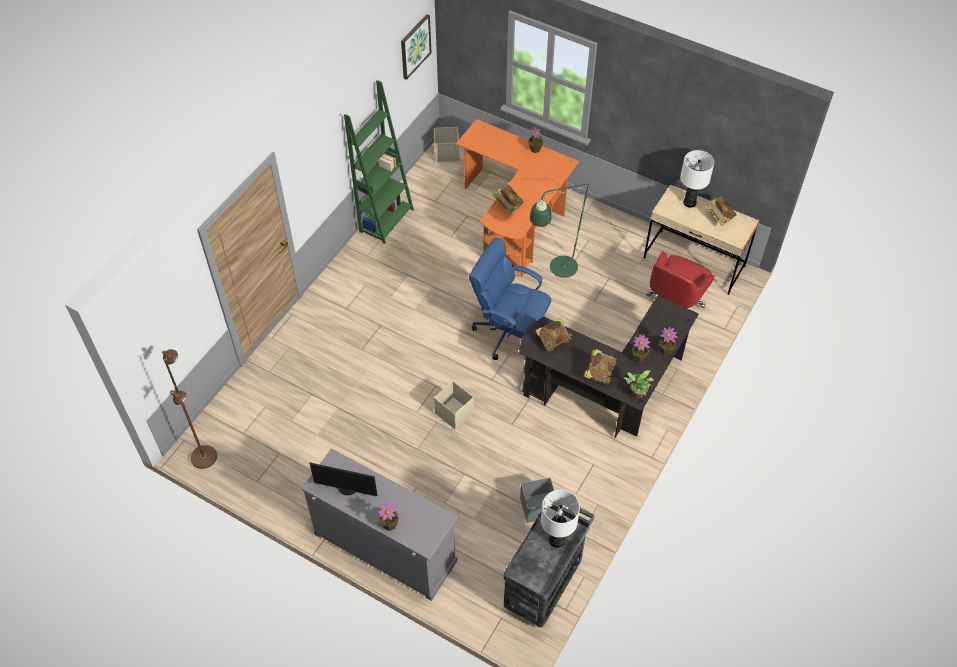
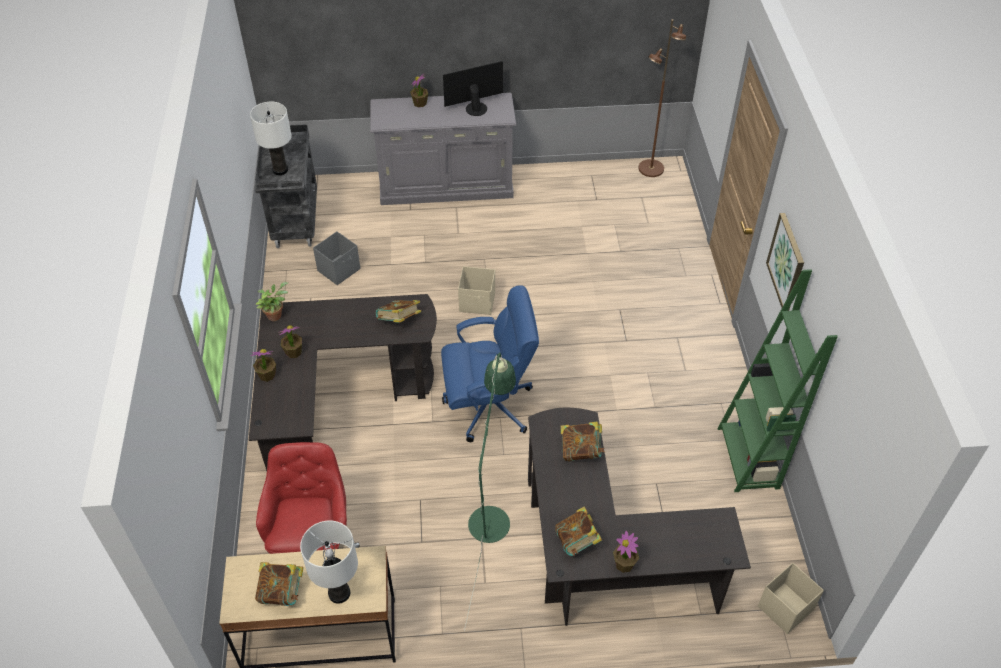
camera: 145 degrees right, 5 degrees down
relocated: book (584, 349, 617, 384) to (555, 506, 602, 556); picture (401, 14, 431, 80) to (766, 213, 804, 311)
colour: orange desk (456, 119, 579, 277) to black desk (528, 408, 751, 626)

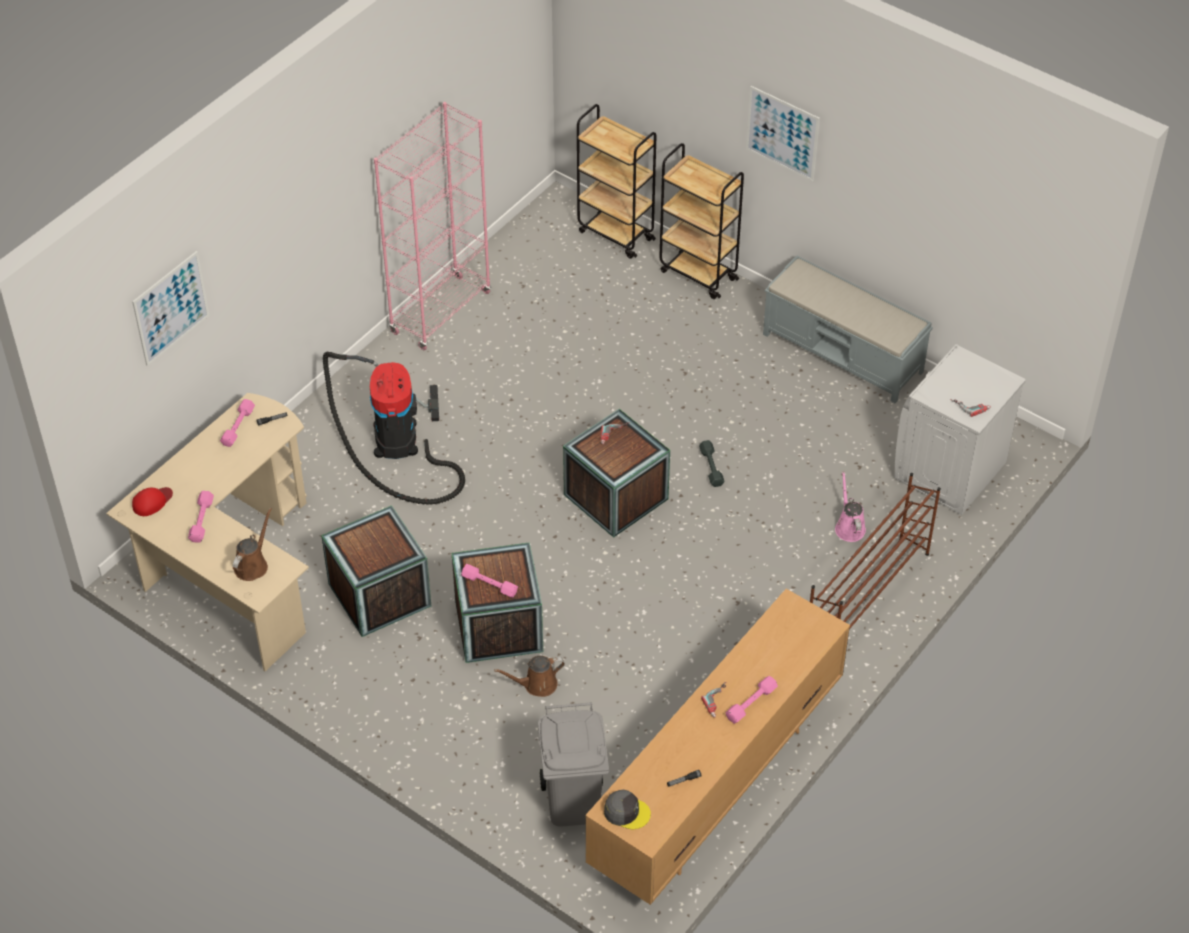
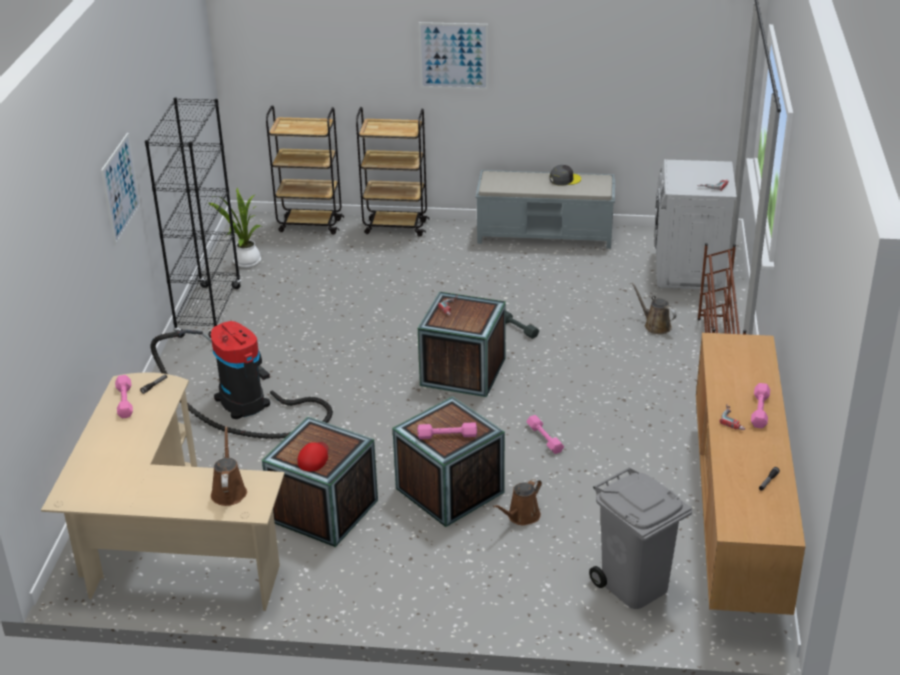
camera: 30 degrees left, 15 degrees down
appeared: potted plant (209, 188, 261, 268)
relocated: picture (132, 251, 210, 366) to (101, 133, 141, 245); red cap (132, 487, 173, 516) to (297, 442, 328, 471); pink dumbbell (188, 491, 214, 543) to (527, 415, 564, 454); grey cap (604, 790, 651, 829) to (550, 165, 581, 186)
colour: pink bookcase (374, 102, 491, 350) to black bookcase (145, 97, 241, 338); pink watering can (835, 472, 866, 542) to brown watering can (631, 282, 677, 334)

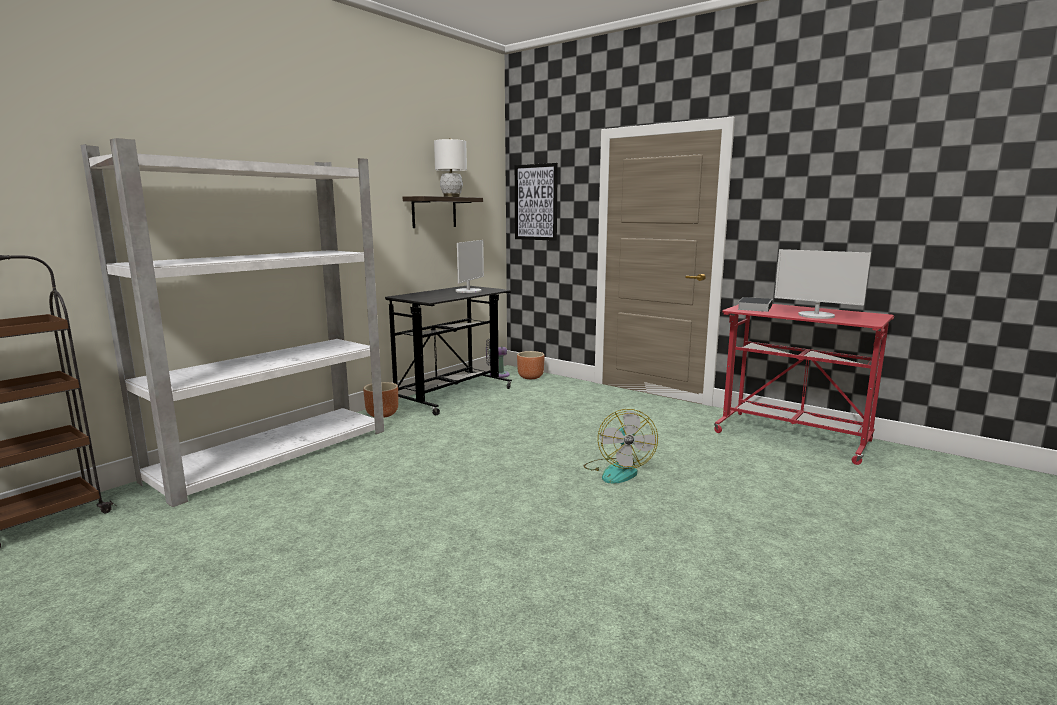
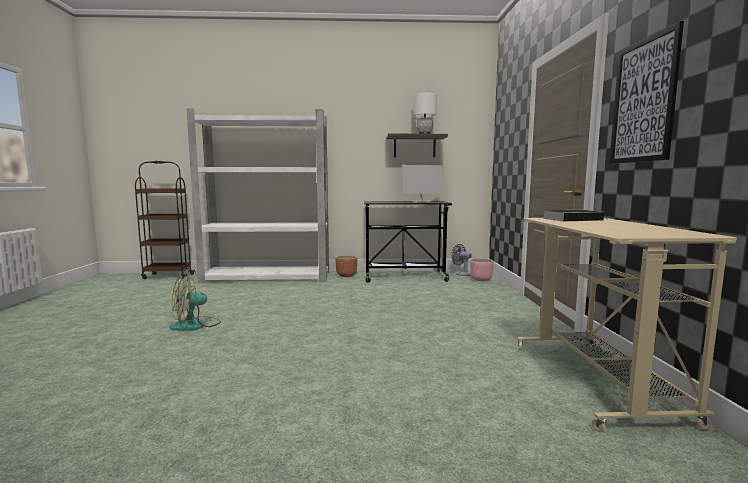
camera: 50 degrees right, 5 degrees down
missing: monitor (774, 249, 871, 319)
relocated: fan (584, 409, 658, 484) to (169, 275, 221, 331); picture (515, 163, 558, 241) to (609, 21, 684, 164)
colour: brown planter (517, 351, 544, 379) to pink planter (470, 258, 494, 281); red desk (714, 304, 894, 465) to beige desk (517, 218, 737, 432)

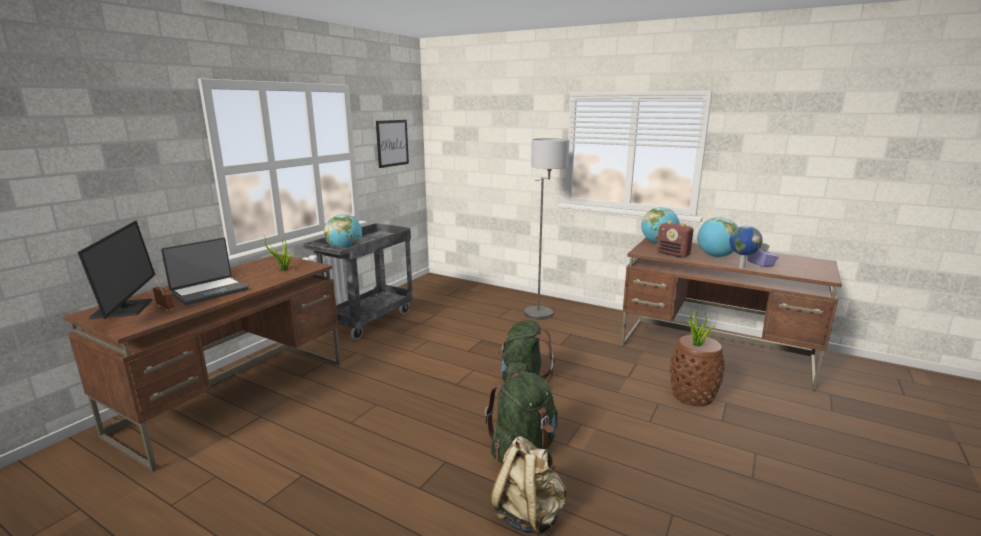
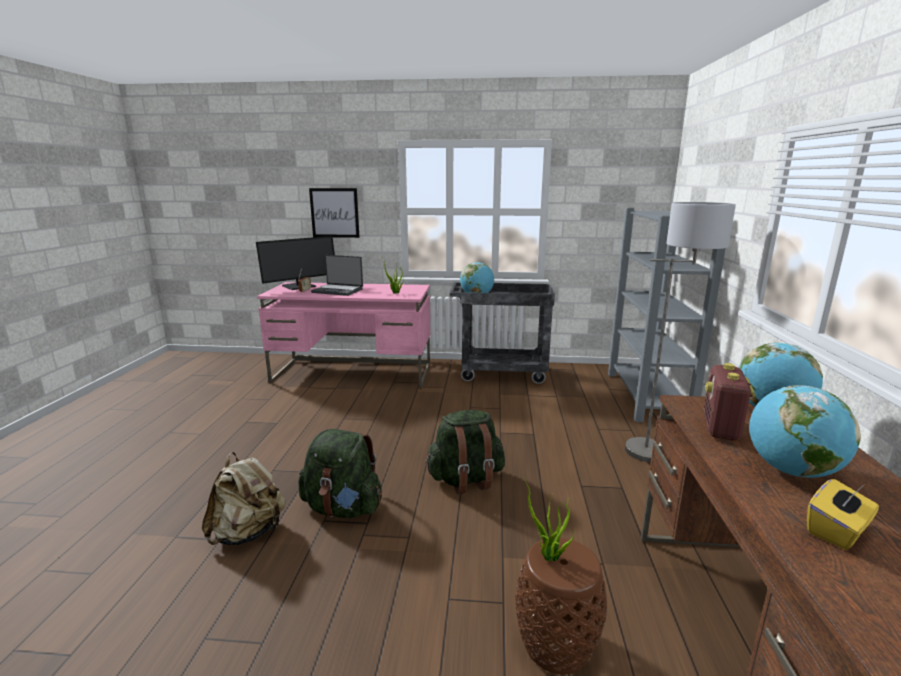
camera: 65 degrees right, 0 degrees up
missing: globe (729, 226, 763, 268)
appeared: grey bookcase (608, 207, 726, 423)
relocated: picture (376, 120, 409, 168) to (309, 188, 360, 238)
colour: brown desk (63, 254, 341, 472) to pink desk (257, 282, 430, 389); purple tissue box (747, 243, 779, 267) to yellow tissue box (807, 479, 879, 550)

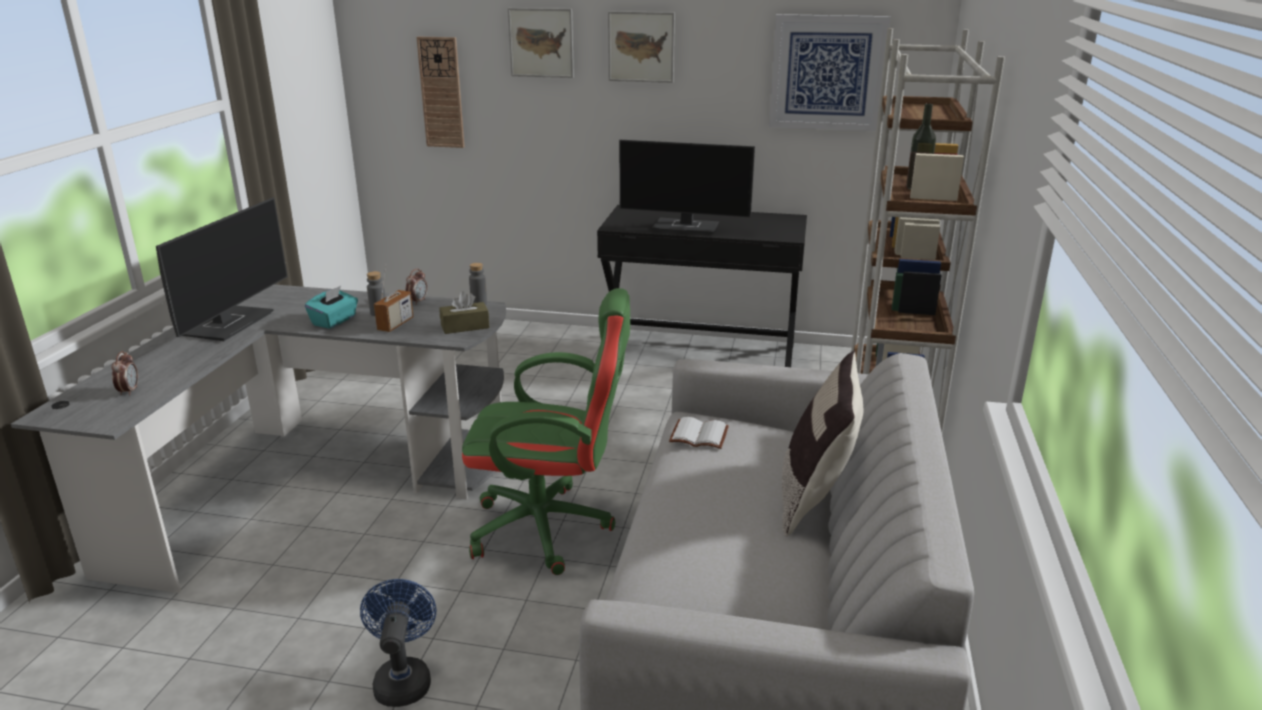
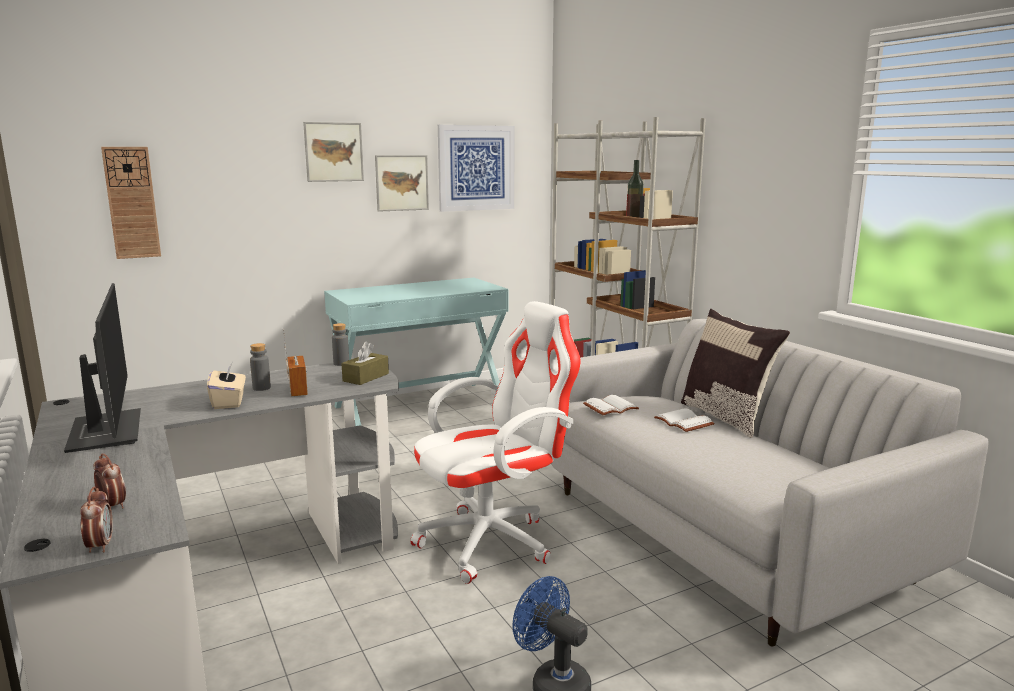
camera: 40 degrees left, 10 degrees down
missing: monitor (619, 140, 755, 235)
appeared: white book (654, 408, 715, 432)
relocated: alarm clock (405, 269, 427, 305) to (80, 486, 113, 553); picture (508, 8, 574, 78) to (375, 155, 429, 212)
colour: turquoise tissue box (305, 286, 358, 329) to beige tissue box (207, 363, 246, 409); black desk (597, 205, 807, 367) to turquoise desk (324, 278, 509, 426); green office chair (462, 288, 630, 575) to white office chair (410, 301, 581, 584)

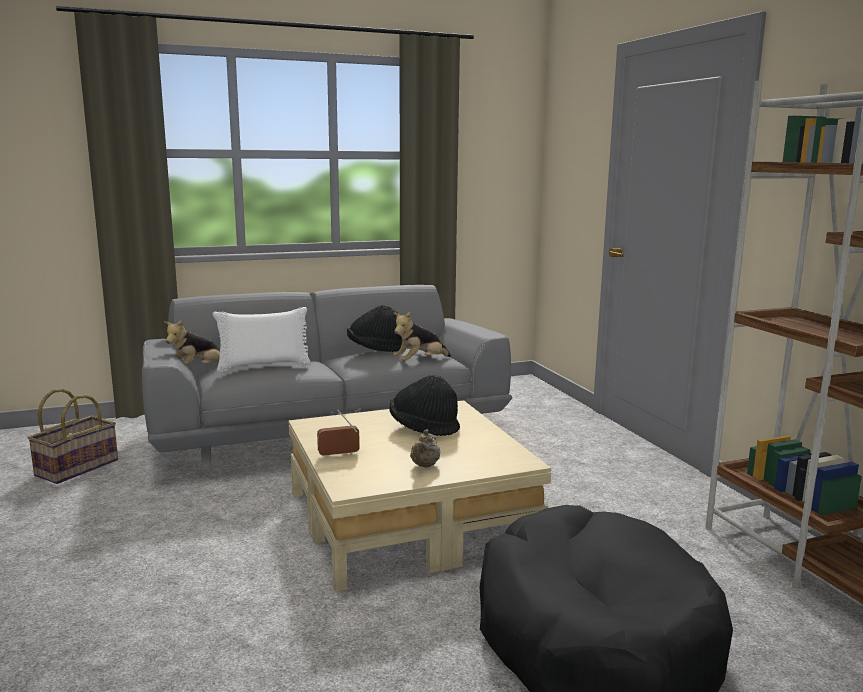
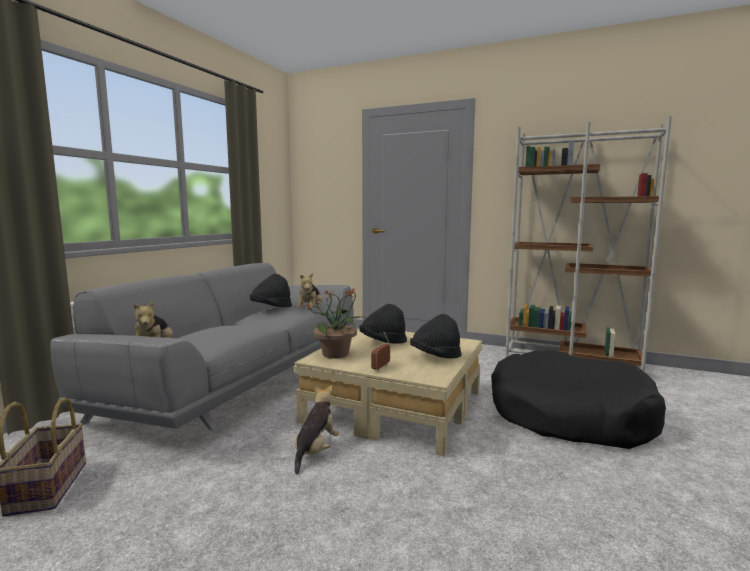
camera: 45 degrees left, 5 degrees down
missing: white pillow (213, 307, 311, 372)
appeared: plush toy (295, 385, 339, 474); potted plant (307, 287, 365, 359)
exchanged: beige teapot (410, 429, 440, 468) to black hat (410, 314, 462, 358)

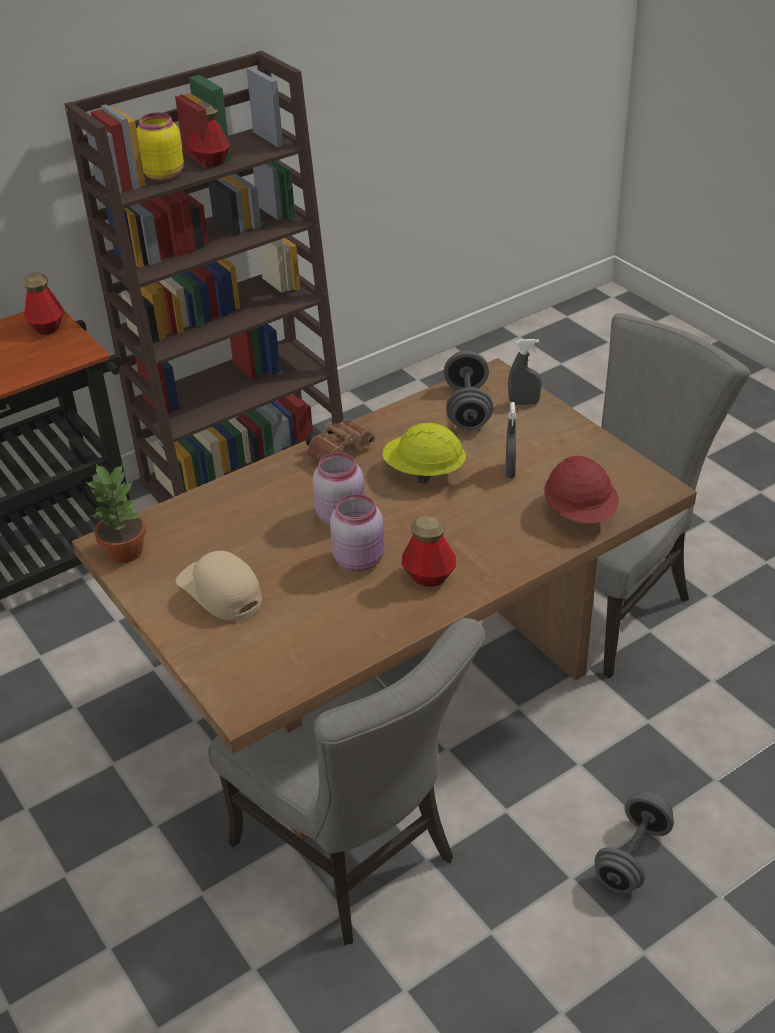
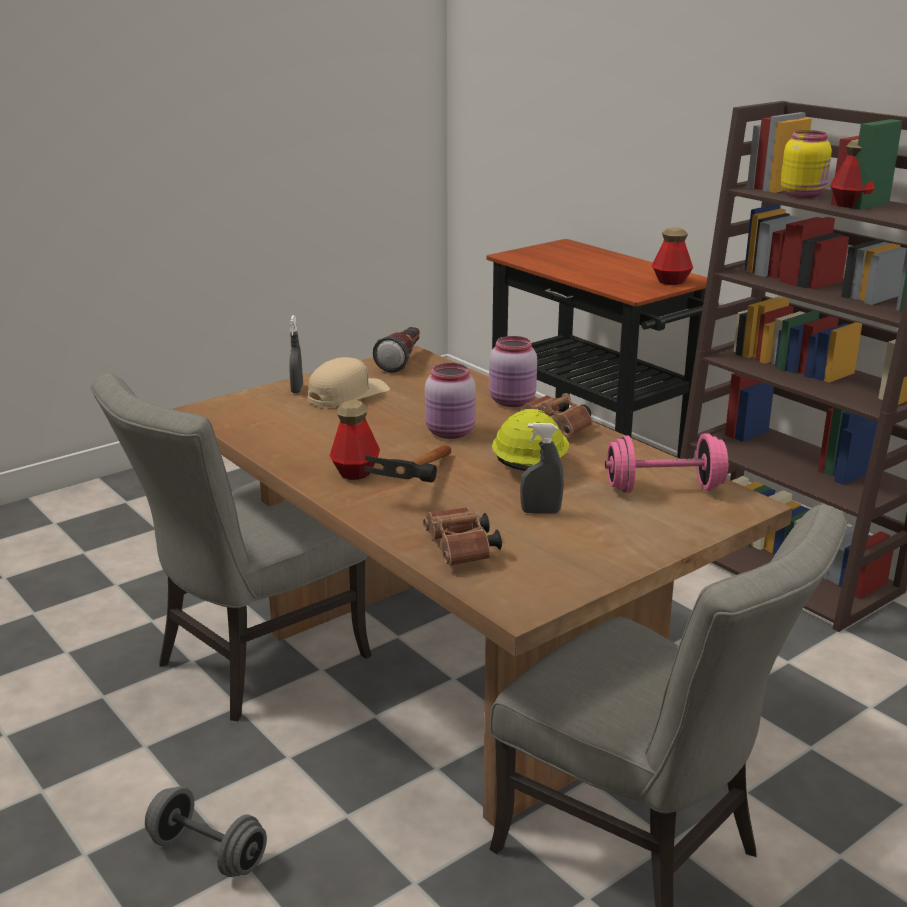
camera: 85 degrees right, 15 degrees down
appeared: hammer (364, 445, 451, 482)
relocated: grey spray bottle (508, 339, 542, 405) to (289, 315, 303, 393); pink jar (330, 494, 385, 572) to (489, 336, 537, 407)
exchanged: potted plant (85, 464, 146, 563) to flashlight (373, 327, 420, 373); red hard hat (544, 456, 619, 523) to brown binoculars (423, 507, 502, 566)
colour: grey dumbbell (444, 350, 493, 430) to pink dumbbell (605, 433, 728, 493)

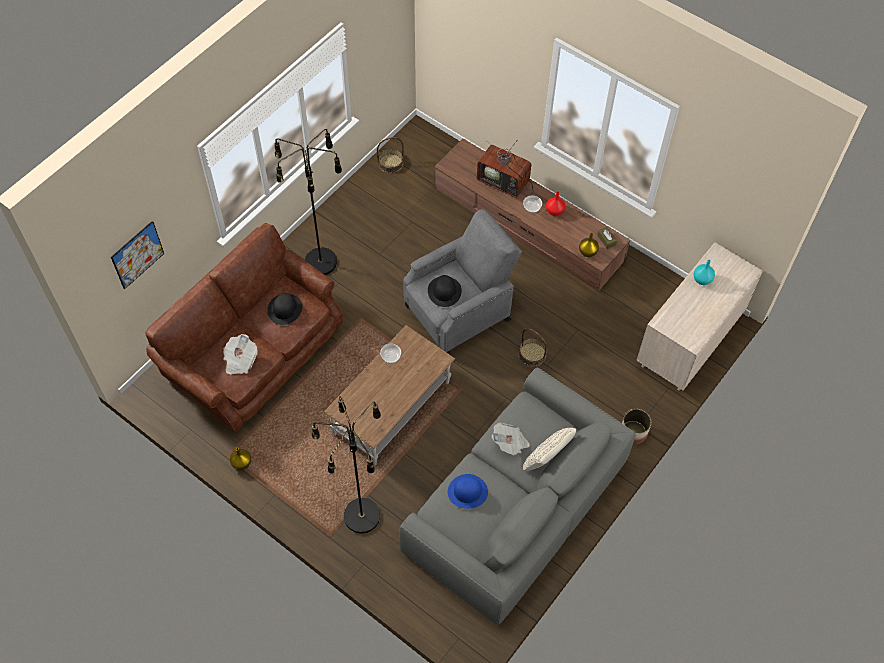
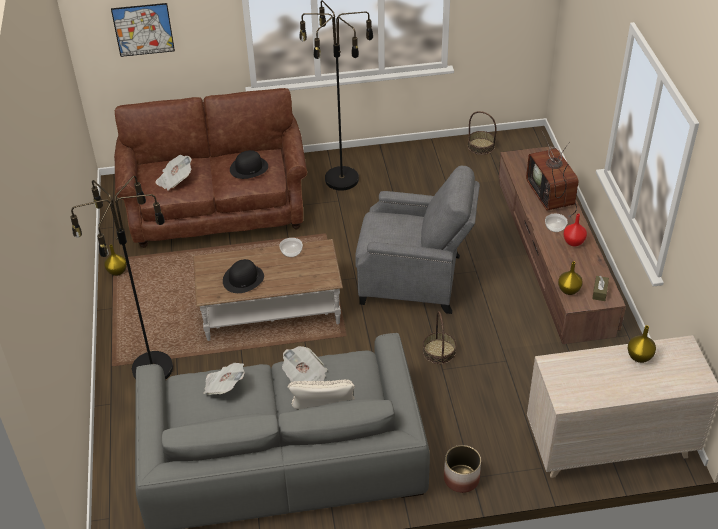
camera: 45 degrees right, 15 degrees down
relocated: black hat (428, 275, 462, 307) to (223, 259, 264, 293)
exchanged: blue hat (448, 474, 488, 509) to newspaper (203, 363, 245, 395)
colour: turquoise vase (694, 260, 715, 285) to yellow vase (628, 325, 656, 363)

